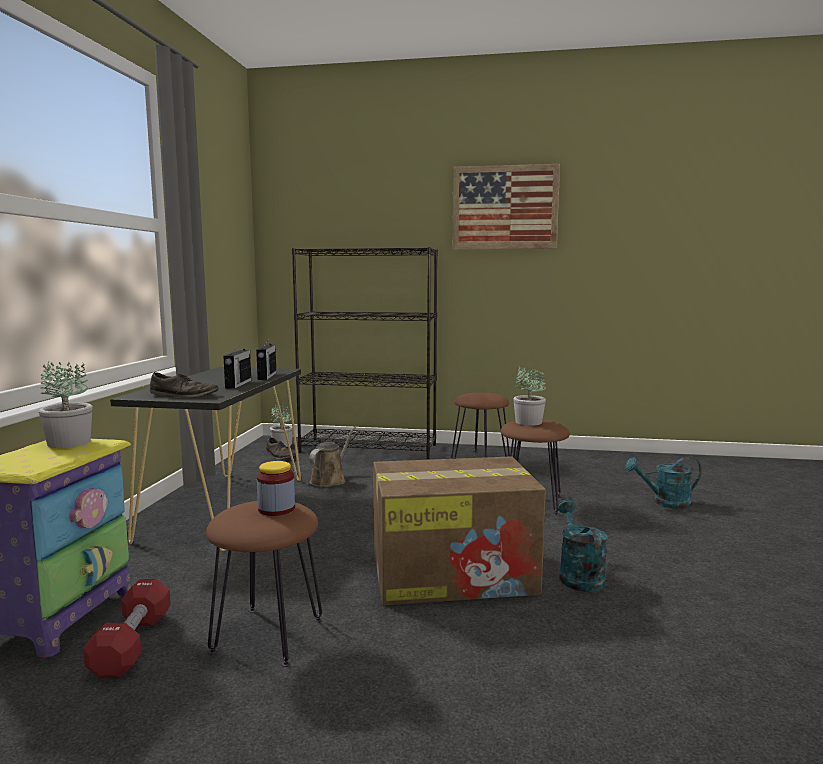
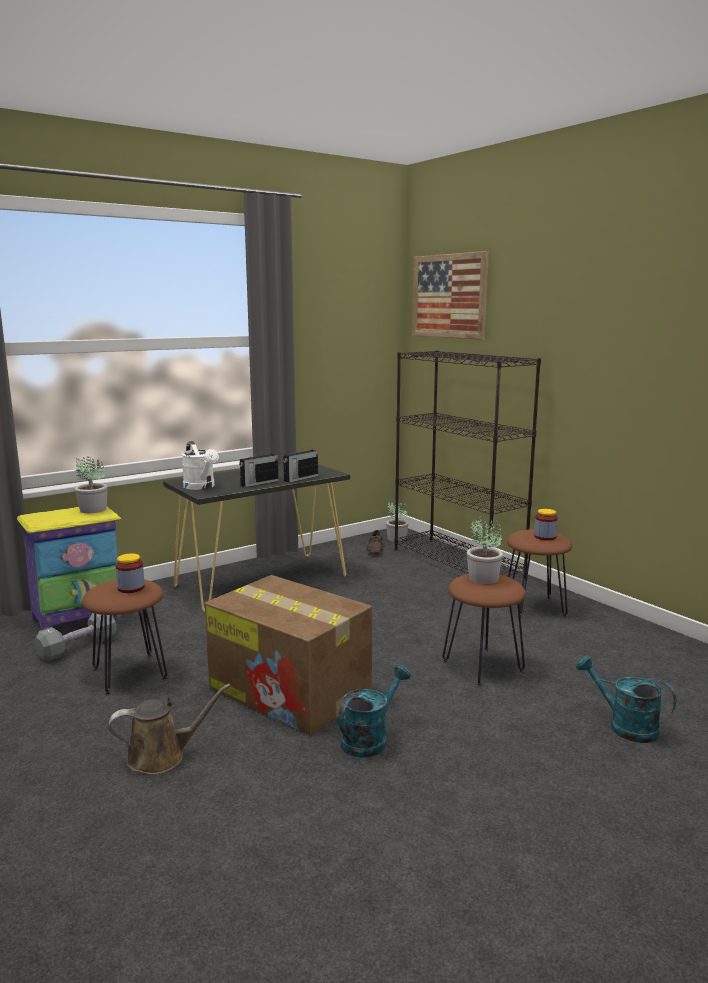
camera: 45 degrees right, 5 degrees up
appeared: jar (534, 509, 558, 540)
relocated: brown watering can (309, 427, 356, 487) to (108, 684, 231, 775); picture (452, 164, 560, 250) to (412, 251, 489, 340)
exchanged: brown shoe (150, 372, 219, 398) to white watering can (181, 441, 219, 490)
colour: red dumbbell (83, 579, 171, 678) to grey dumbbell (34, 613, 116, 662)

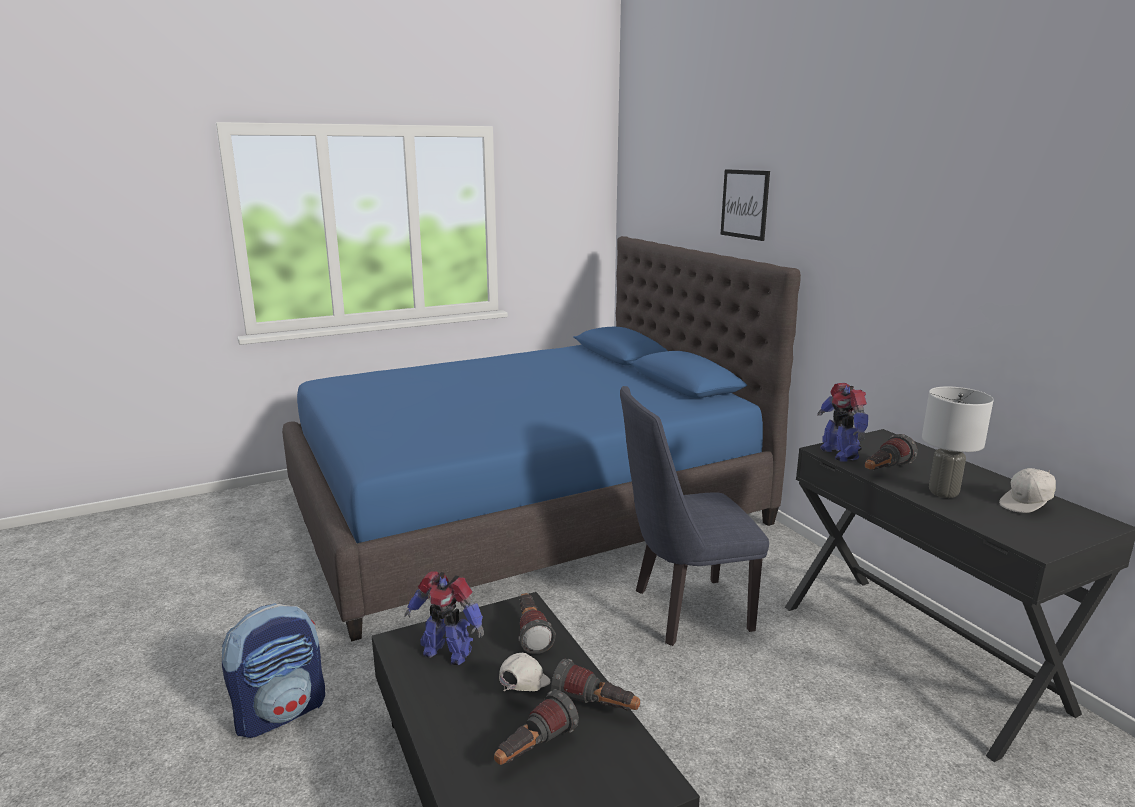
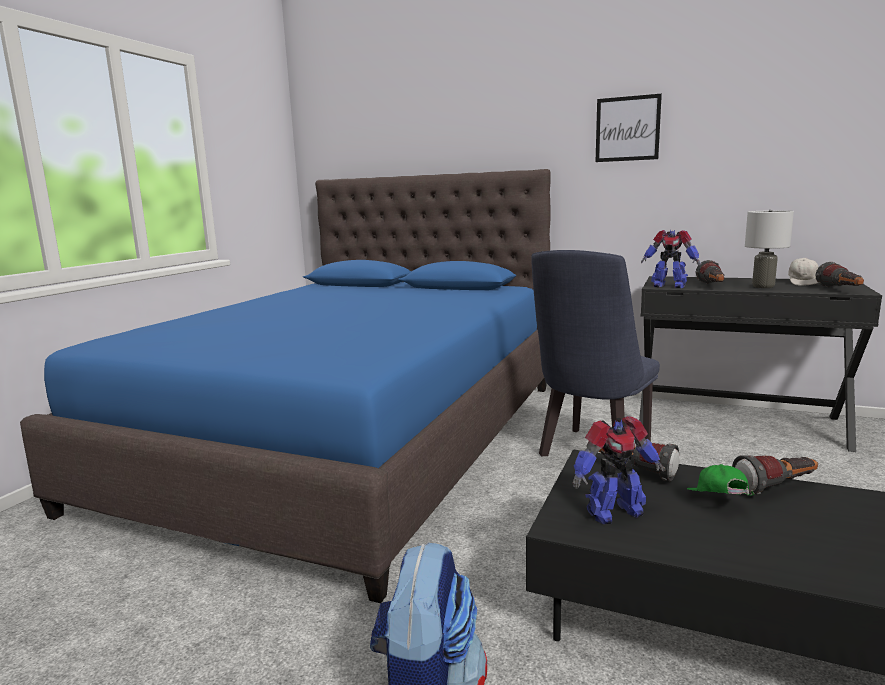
camera: 40 degrees left, 5 degrees down
relocated: picture (720, 169, 770, 241) to (595, 94, 662, 162); flashlight (494, 690, 579, 765) to (816, 262, 864, 287)
colour: white cap (499, 653, 551, 691) to green cap (687, 464, 755, 495)

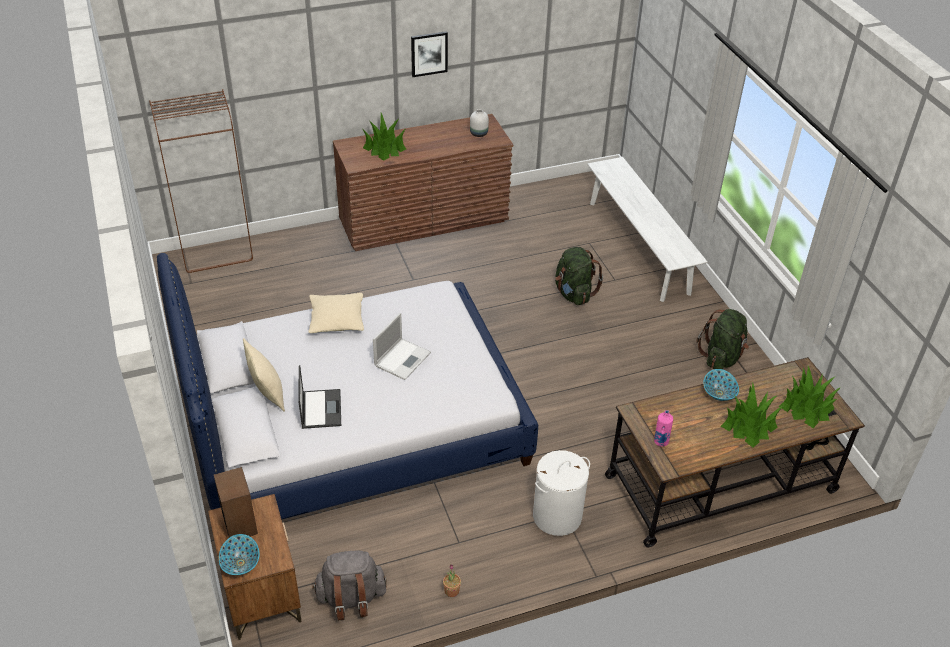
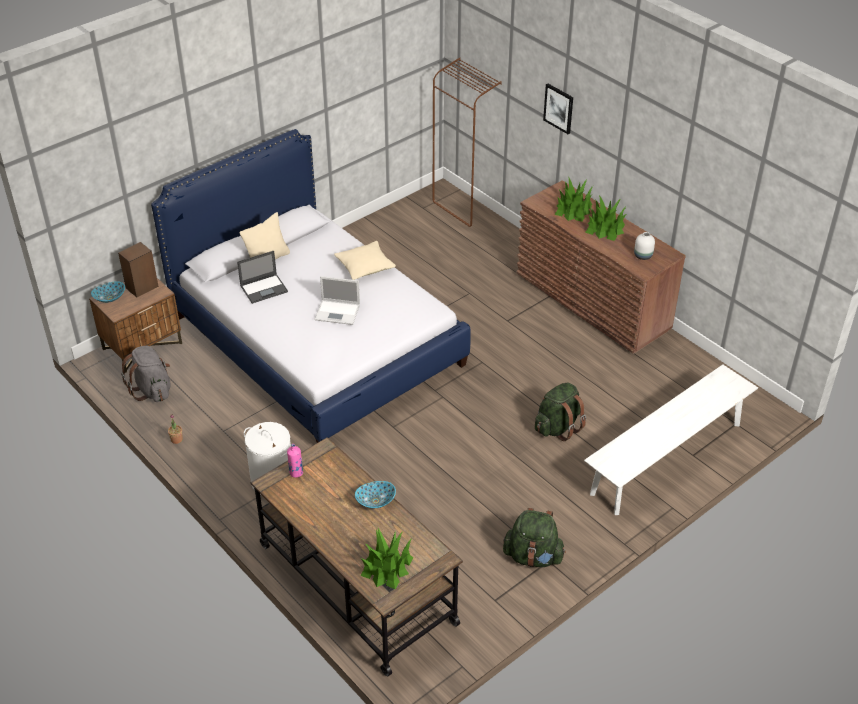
camera: 70 degrees right, 0 degrees up
relocated: picture (411, 31, 448, 77) to (543, 84, 573, 134); potted plant (721, 383, 784, 447) to (585, 195, 626, 241)

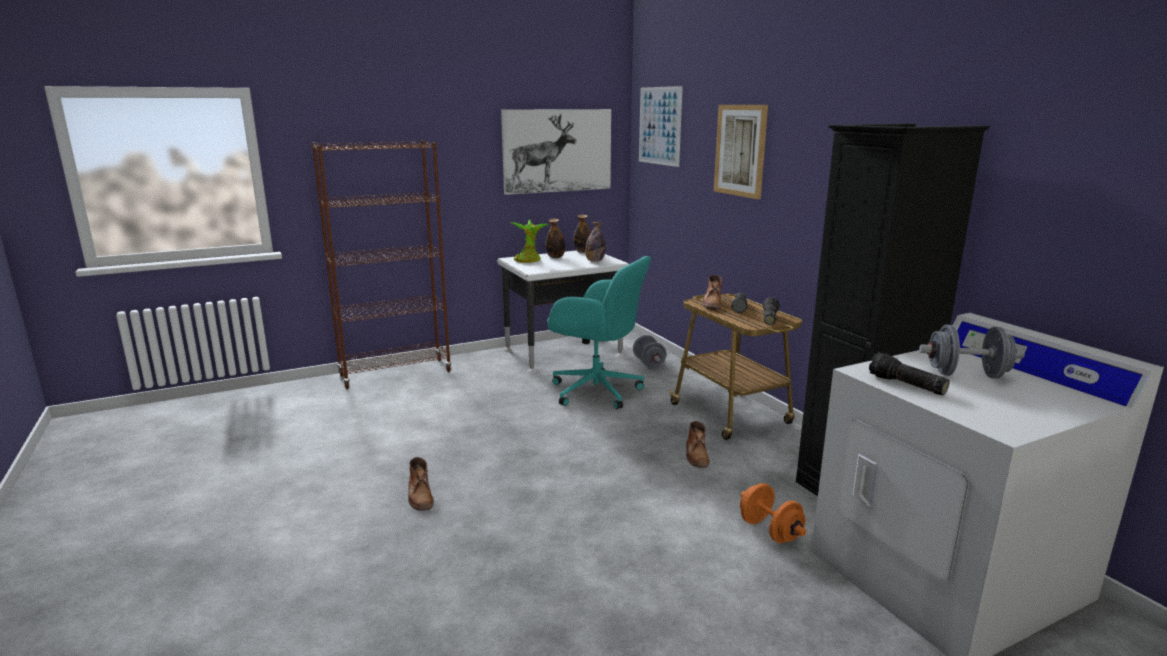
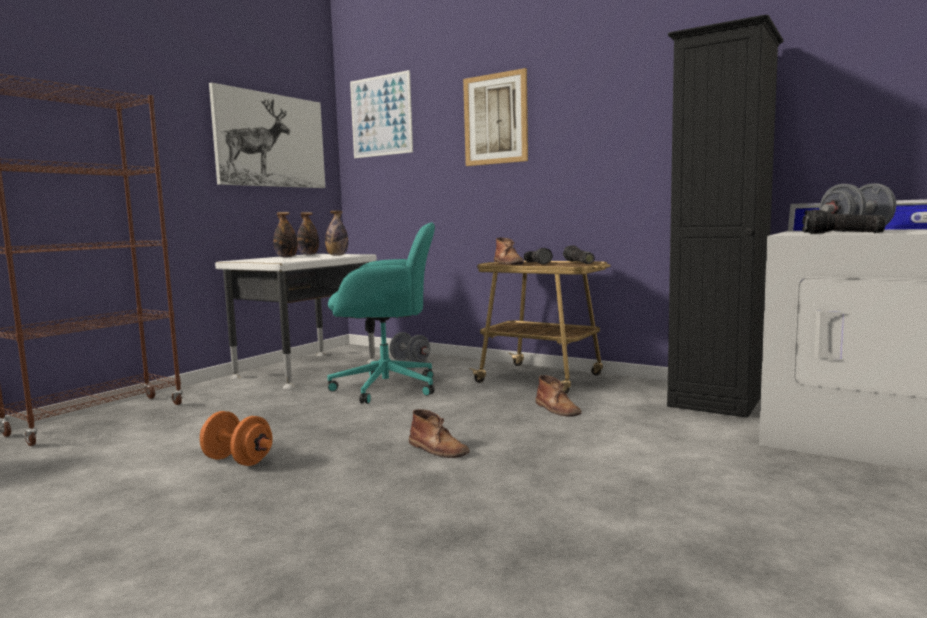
camera: 30 degrees left, 10 degrees down
missing: potted plant (511, 219, 548, 263)
relocated: orange dumbbell (740, 483, 806, 543) to (200, 411, 273, 466); brown boot (408, 457, 434, 511) to (409, 409, 470, 458)

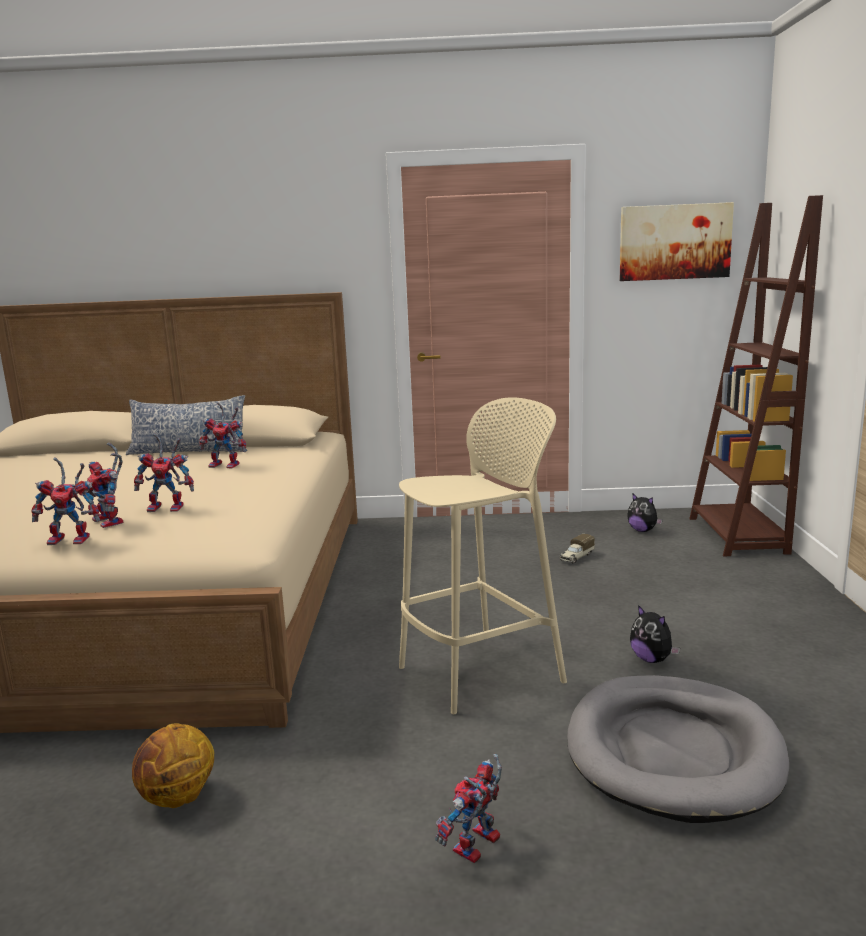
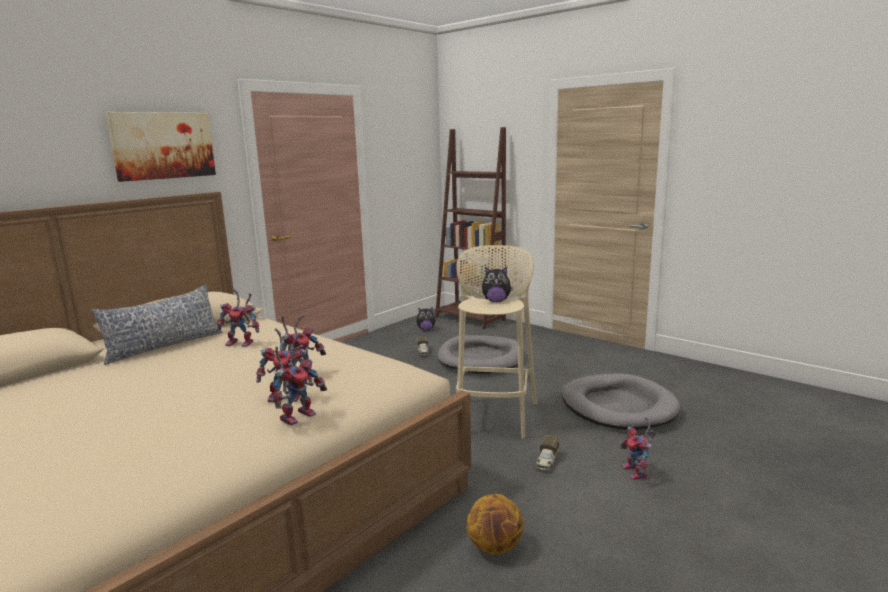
camera: 50 degrees left, 0 degrees up
appeared: grey dog bed (437, 335, 524, 374); toy truck (535, 436, 560, 471)
relocated: picture (620, 202, 734, 281) to (106, 112, 216, 182); plush toy (630, 605, 680, 663) to (482, 267, 513, 302)
spun: toy robot (199, 402, 246, 468) = (217, 289, 259, 347) 45 degrees clockwise

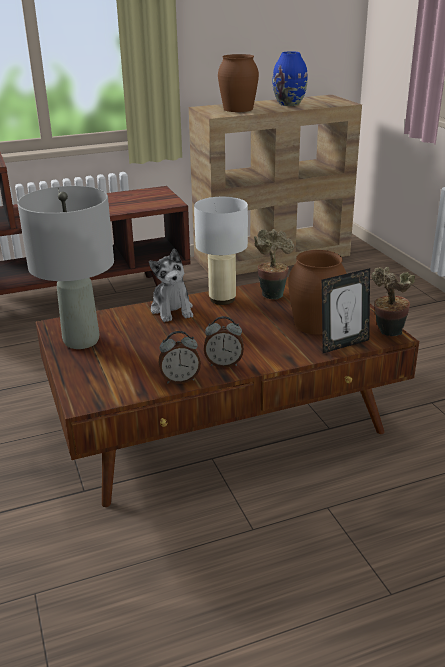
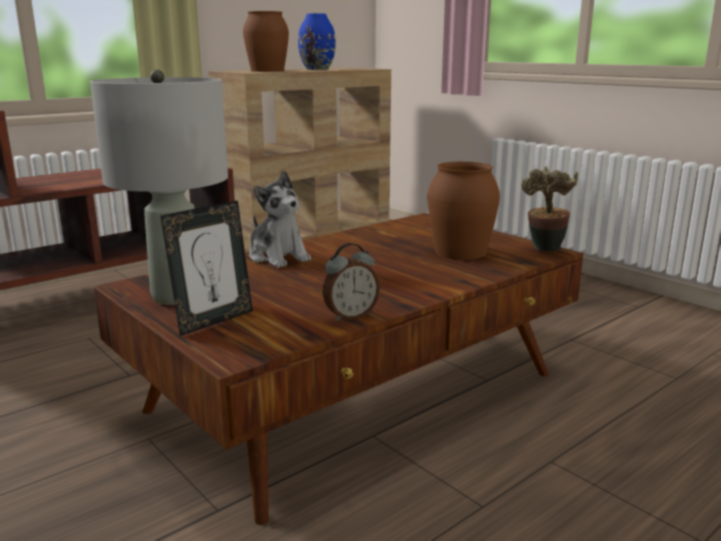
camera: 20 degrees left, 10 degrees down
missing: white table lamp (194, 197, 248, 305); alarm clock (204, 316, 244, 368); potted plant (254, 229, 294, 300)
relocated: picture frame (322, 268, 370, 353) to (160, 200, 253, 336)

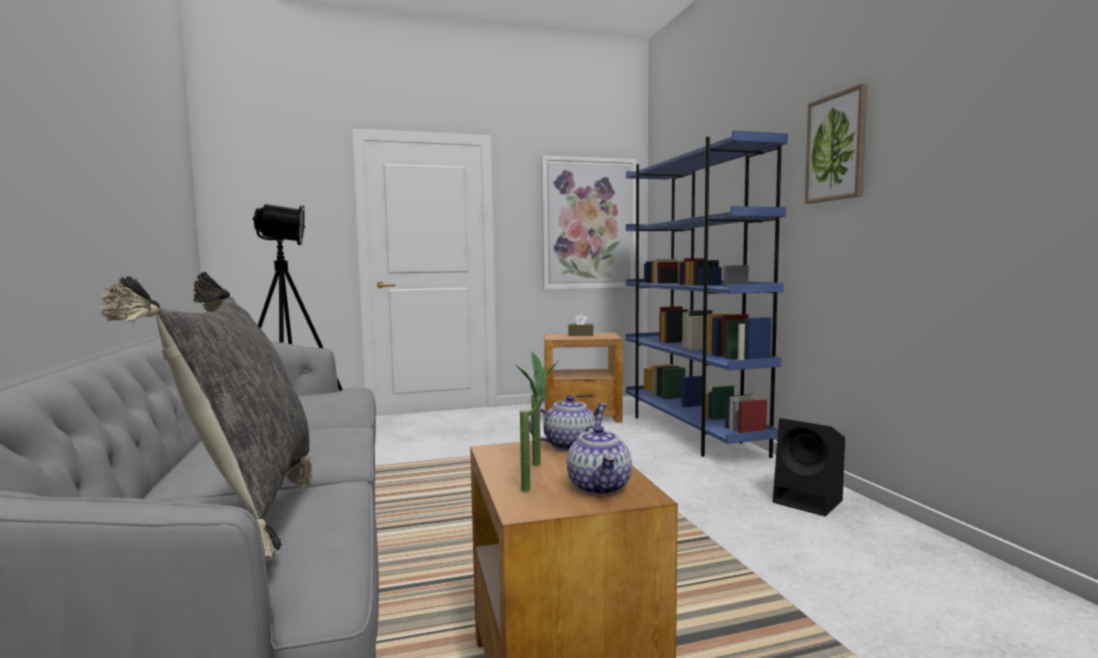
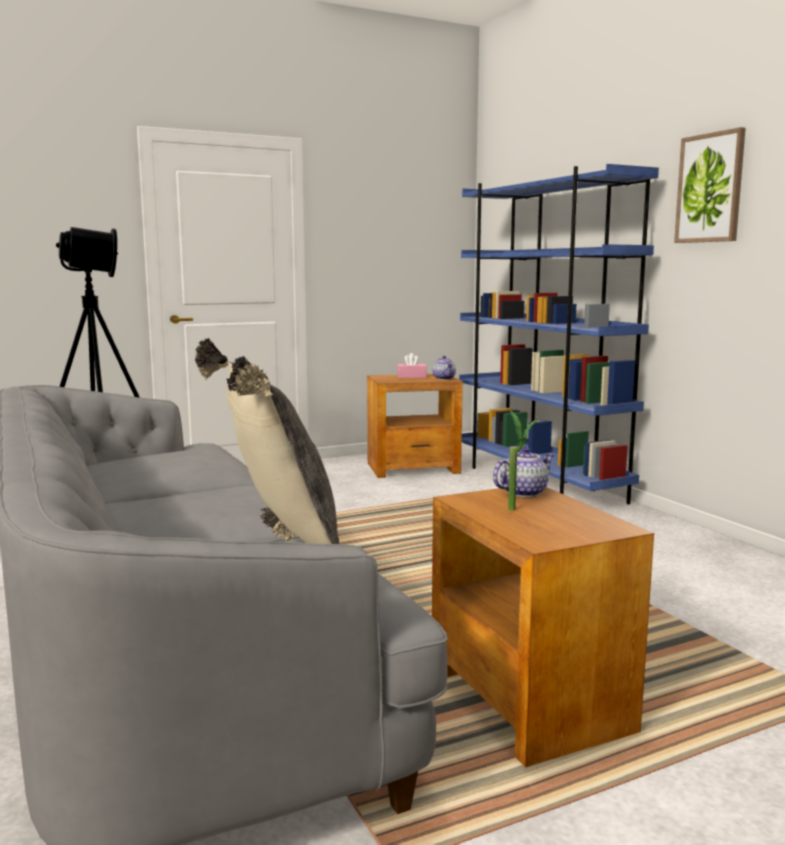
camera: 10 degrees left, 5 degrees up
missing: potted plant (516, 365, 550, 492); picture (541, 155, 636, 290); black speaker (773, 418, 845, 516)
relocated: teapot (567, 425, 632, 495) to (432, 356, 456, 380)
colour: brown tissue box (568, 314, 594, 336) to pink tissue box (397, 353, 427, 378)

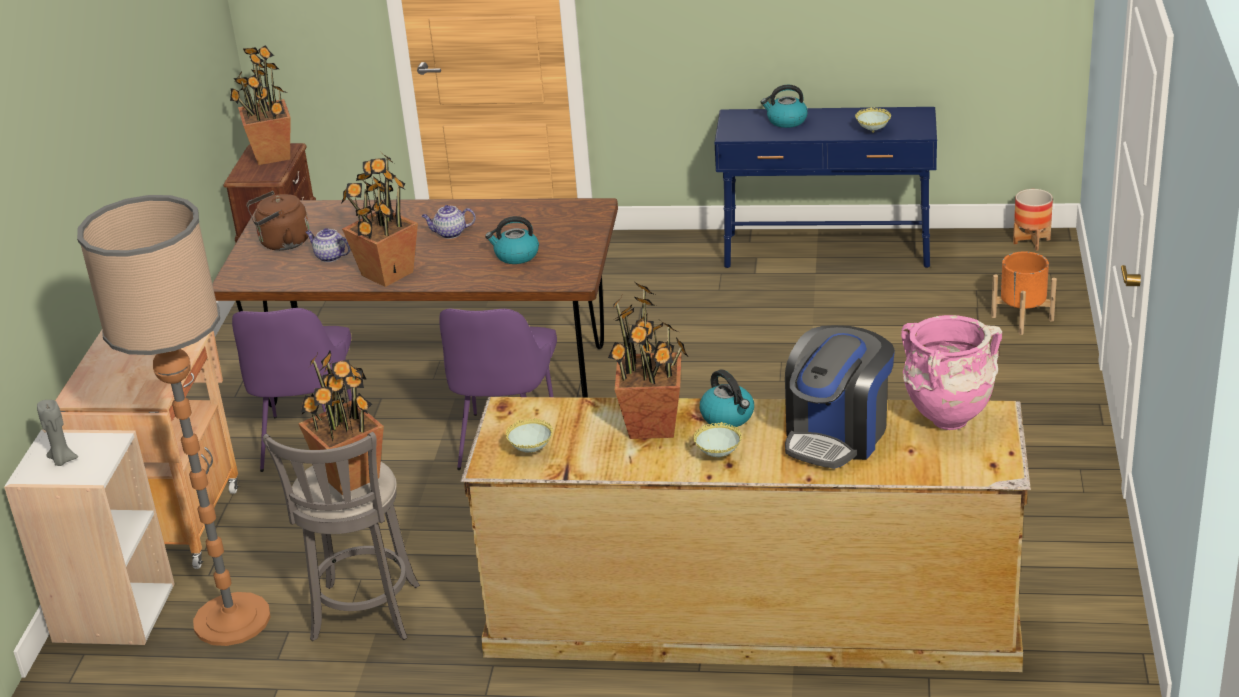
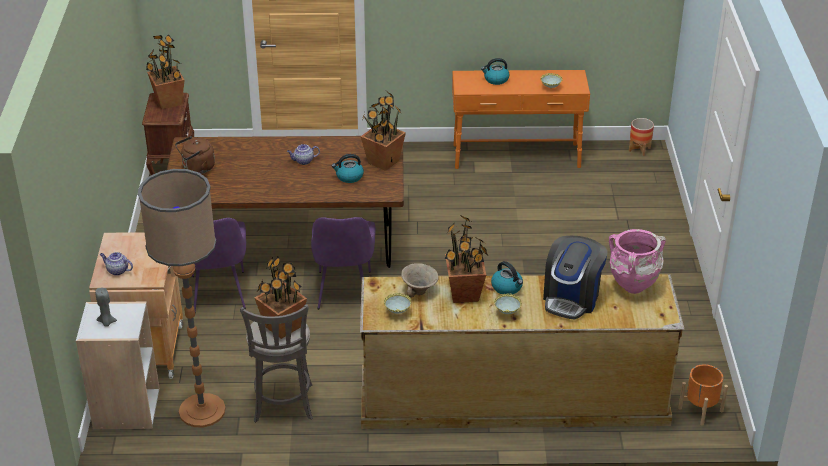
camera: 10 degrees left, 5 degrees up
appeared: beige bowl (401, 263, 439, 298)
relocated: teapot (306, 228, 350, 262) to (100, 252, 133, 276); potted plant (341, 154, 418, 287) to (361, 92, 406, 171); orange planter (991, 252, 1057, 335) to (678, 364, 728, 426)
colour: blue console table (714, 107, 937, 268) to orange console table (452, 70, 590, 169)

